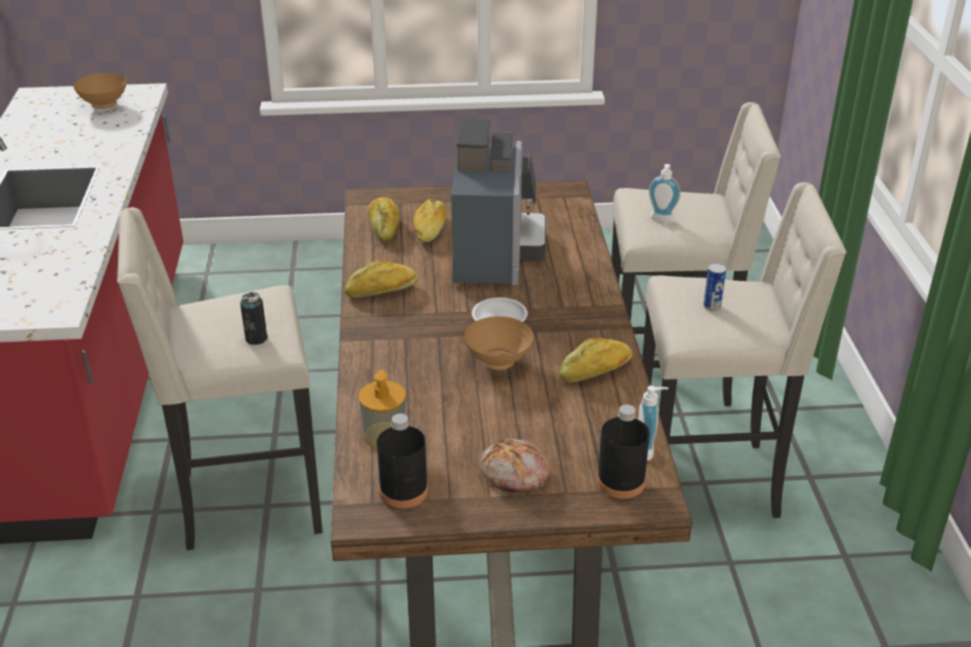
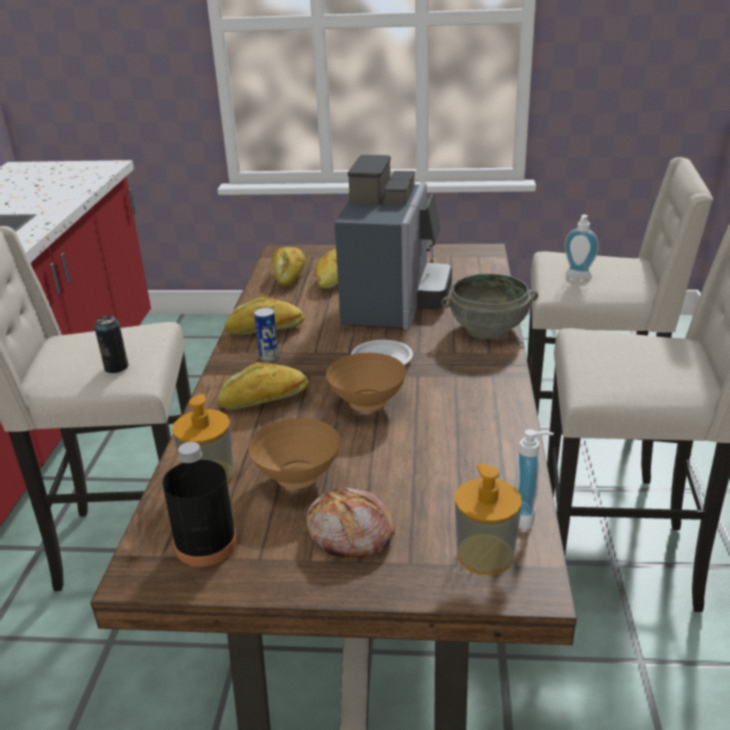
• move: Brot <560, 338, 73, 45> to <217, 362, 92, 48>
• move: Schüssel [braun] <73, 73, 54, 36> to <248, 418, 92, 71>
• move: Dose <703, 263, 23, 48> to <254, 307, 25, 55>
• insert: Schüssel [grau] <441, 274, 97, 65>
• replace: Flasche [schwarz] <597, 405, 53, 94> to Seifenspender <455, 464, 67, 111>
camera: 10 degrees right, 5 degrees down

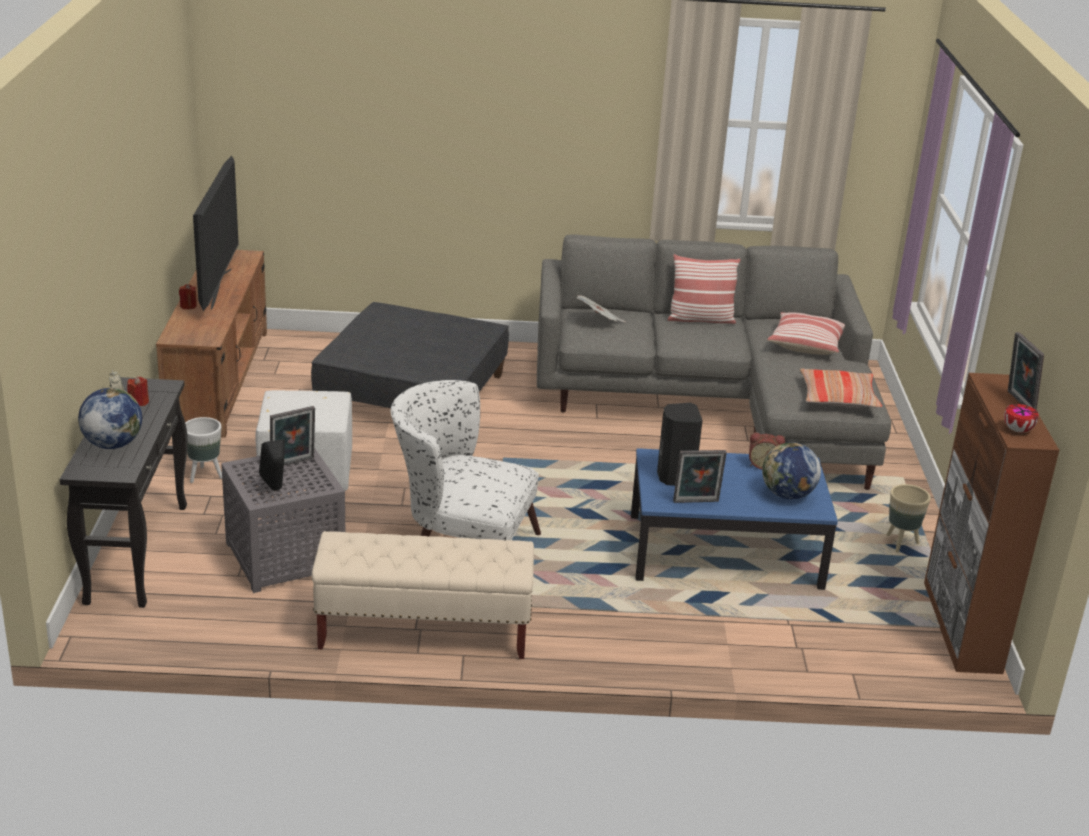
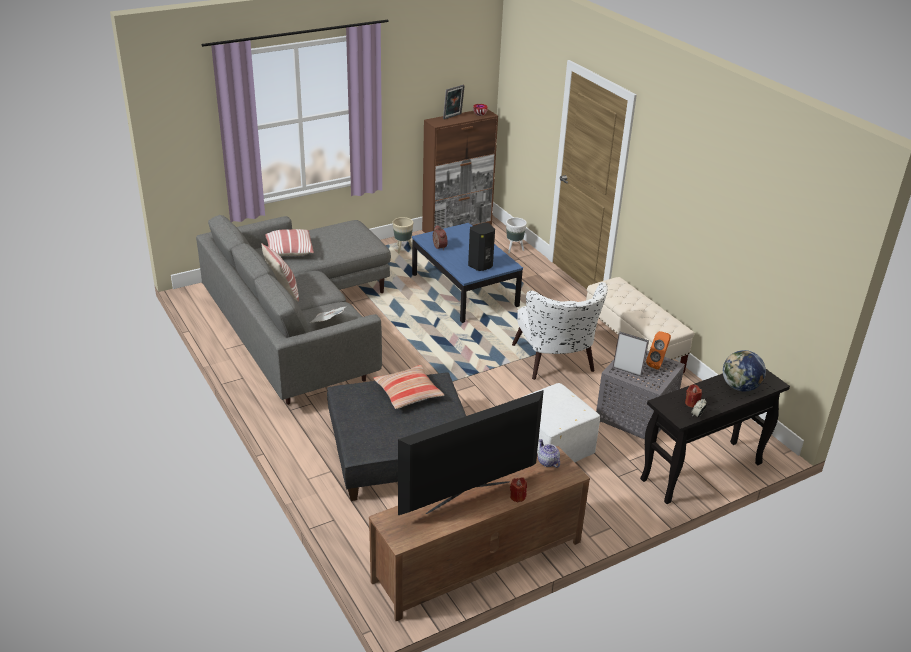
• move: Kissen <800, 368, 82, 40> to <374, 365, 70, 44>
• move: Pflanzkübel [weiß] <185, 417, 37, 66> to <506, 217, 21, 36>
• insert: Teekanne <538, 439, 22, 29>
• recolor: Lautsprecher [schwarz] <259, 439, 26, 52> to Lautsprecher [orange] <646, 331, 25, 39>
• delete: Bilderrahmen <673, 450, 54, 53>
• delete: Globus <762, 442, 59, 57>
camera: 120 degrees left, 5 degrees up

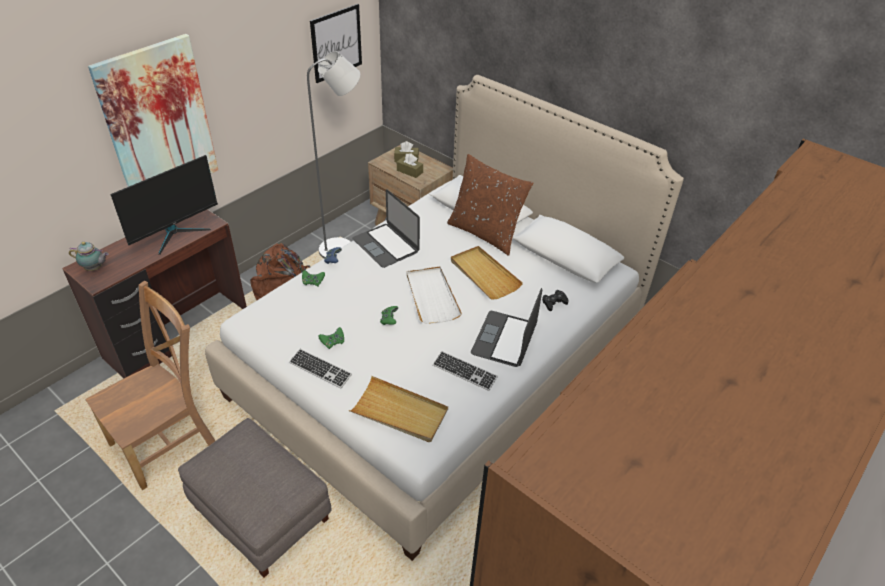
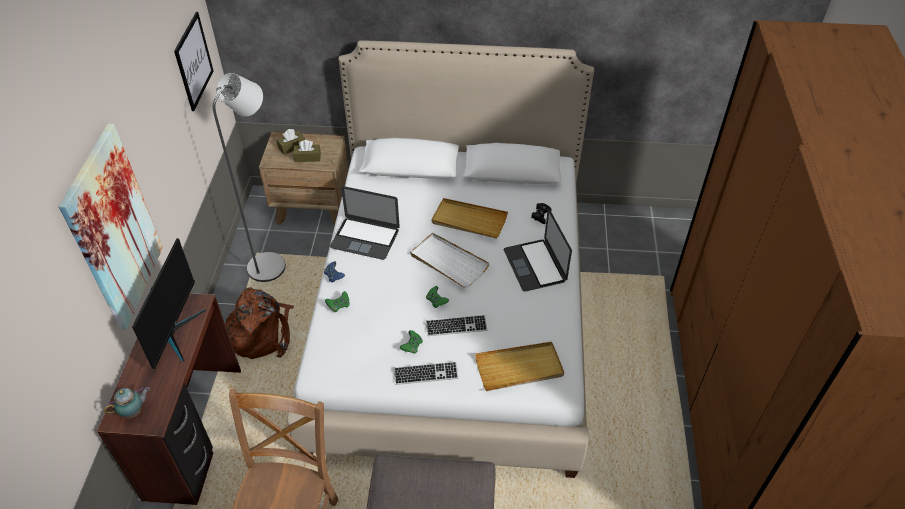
• move: Tastatur <433, 351, 65, 40> to <426, 315, 61, 21>
• delete: Kissen [braun] <447, 154, 86, 102>
camera: 35 degrees left, 5 degrees up

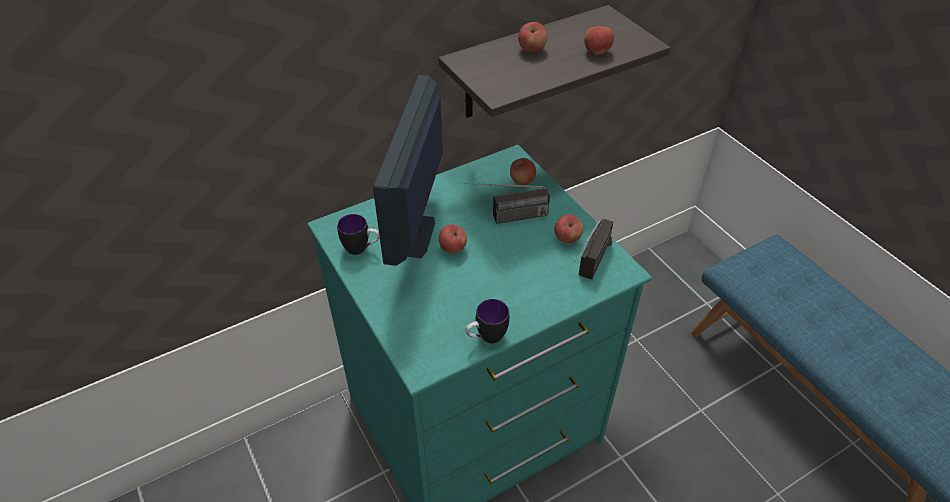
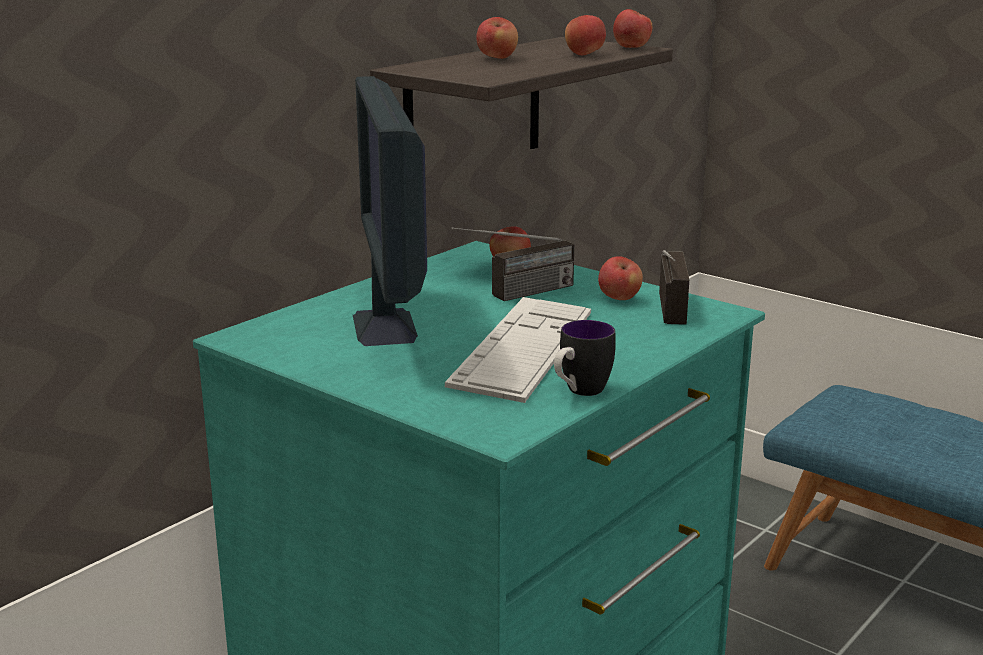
• insert: Tastatur <445, 297, 146, 106>
• move: Apfel <439, 224, 28, 30> to <613, 9, 39, 39>
• delete: Henkelbecher <337, 214, 43, 41>
camera: 20 degrees left, 25 degrees down

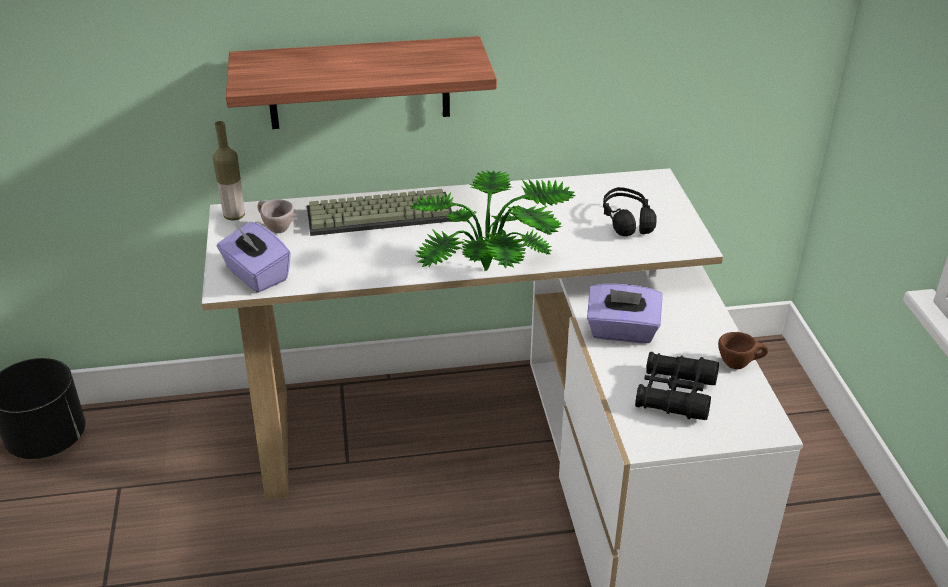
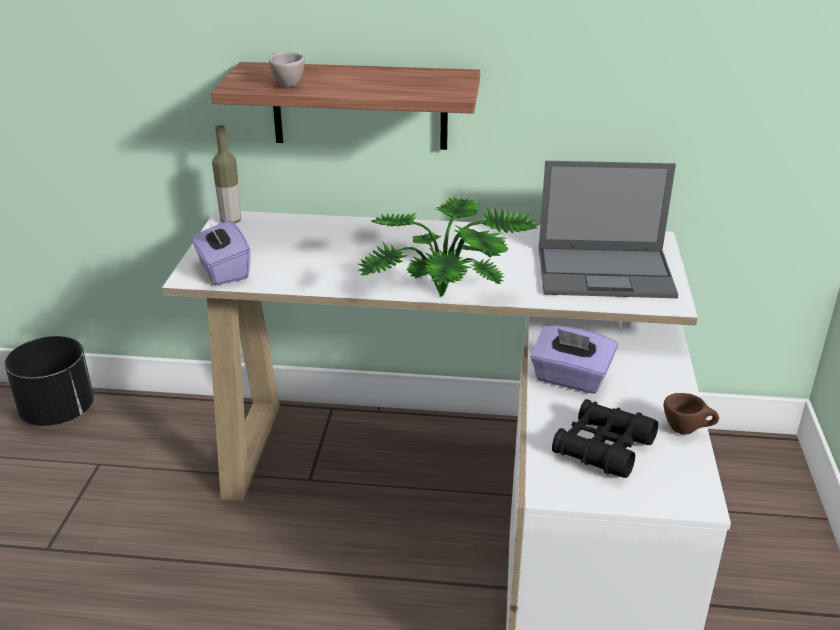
• move: Tasse [beige] <258, 199, 36, 34> to <269, 52, 36, 35>
• replace: Kopfhörer [schwarz] <603, 187, 54, 49> to Laptop <539, 161, 139, 137>
• delete: Tastatur <307, 189, 145, 47>
camera: 15 degrees right, 5 degrees down

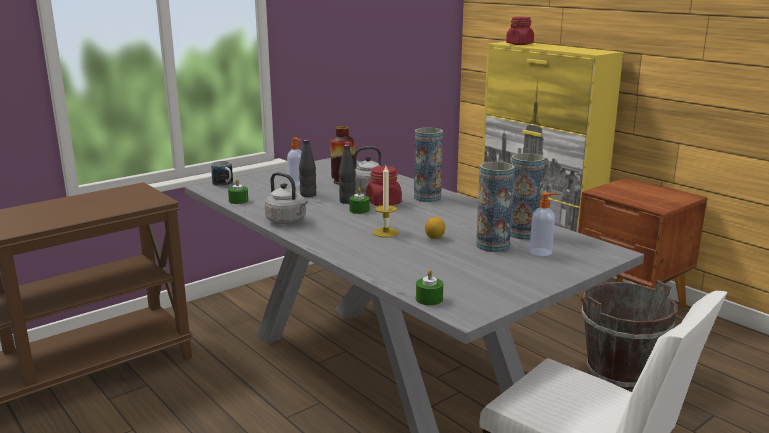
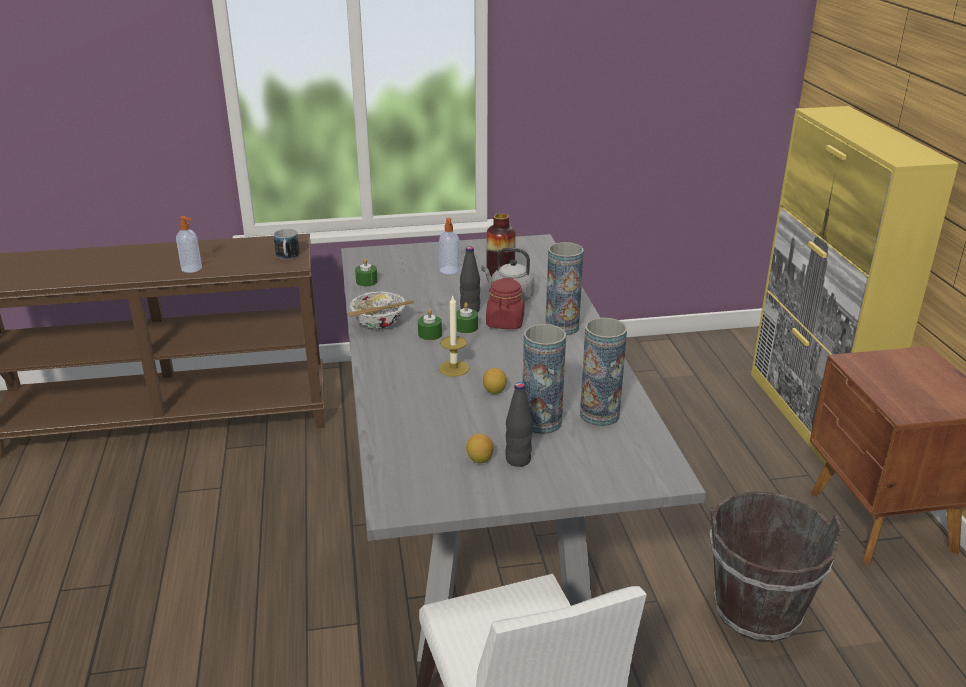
• move: Seifenspender <530, 193, 29, 63> to <176, 216, 26, 57>
• move: Henkelbecher <211, 161, 22, 26> to <274, 229, 26, 31>
• replace: Wasserkessel [grau] <265, 172, 43, 52> to Schüssel <347, 291, 67, 38>
• move: Kerze [grün] <416, 269, 27, 37> to <418, 309, 24, 31>
• insert: Zitrone <466, 433, 27, 30>
• move: Flasche [schwarz] <299, 140, 18, 57> to <505, 382, 27, 85>
• delete: Vorratsglas [rot] <506, 17, 28, 28>
camera: 30 degrees right, 10 degrees up

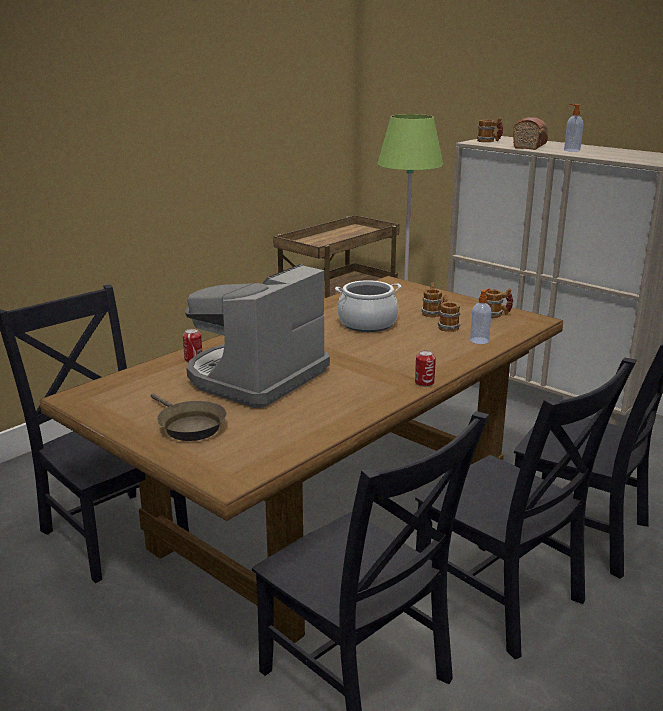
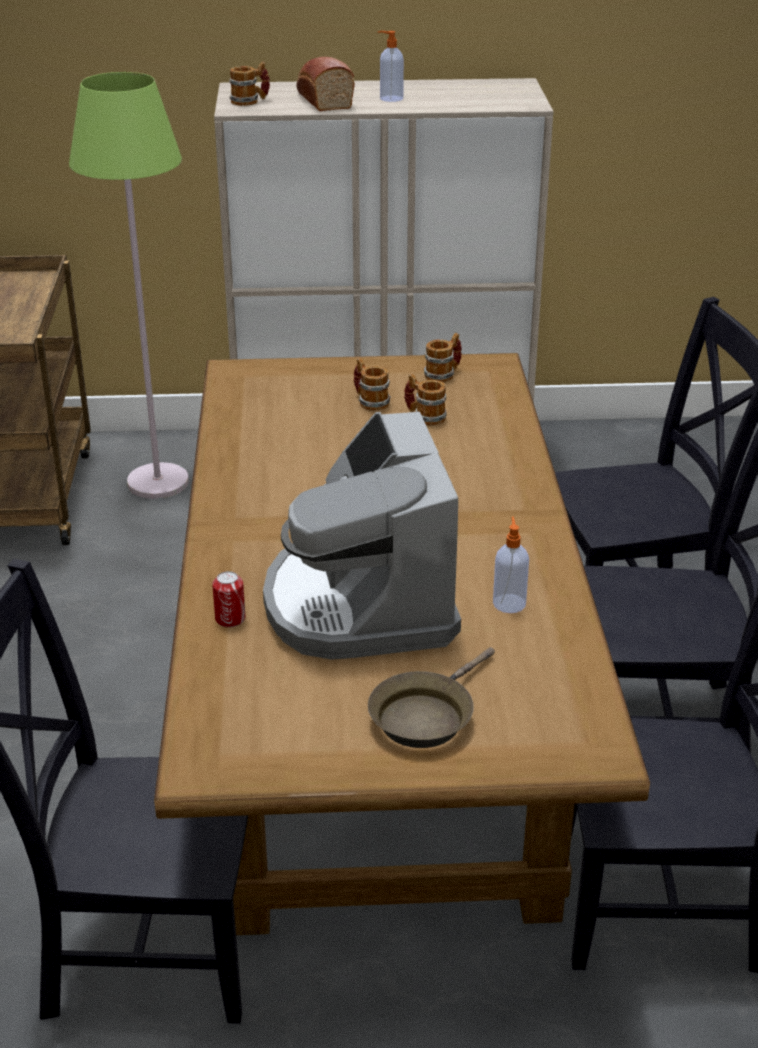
• rotate: Pfanne [braun] <150, 393, 77, 48> = <368, 647, 127, 101> 120 degrees clockwise
• move: Seifenspender <470, 288, 22, 56> to <493, 517, 36, 96>
• delete: Kochtopf <335, 280, 66, 52>
• delete: Dose <415, 350, 21, 37>
camera: 45 degrees left, 10 degrees up

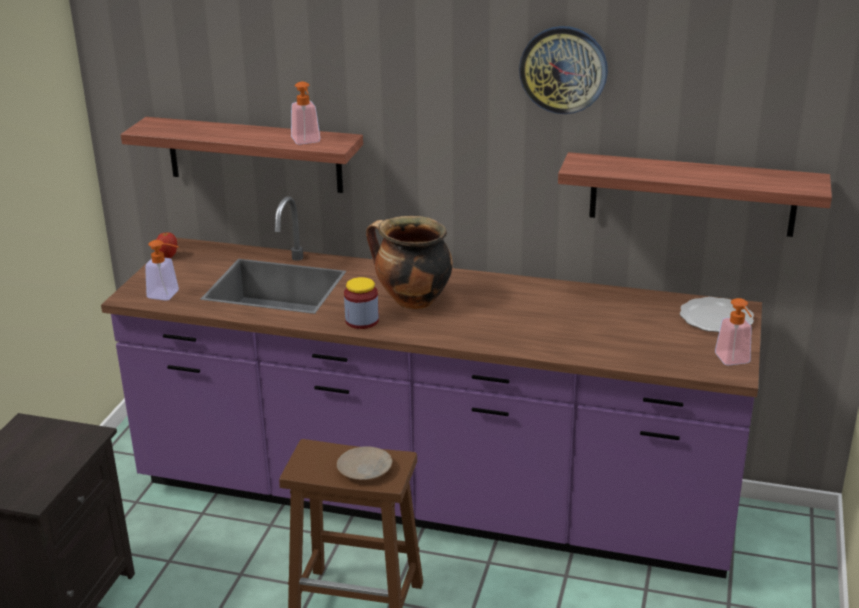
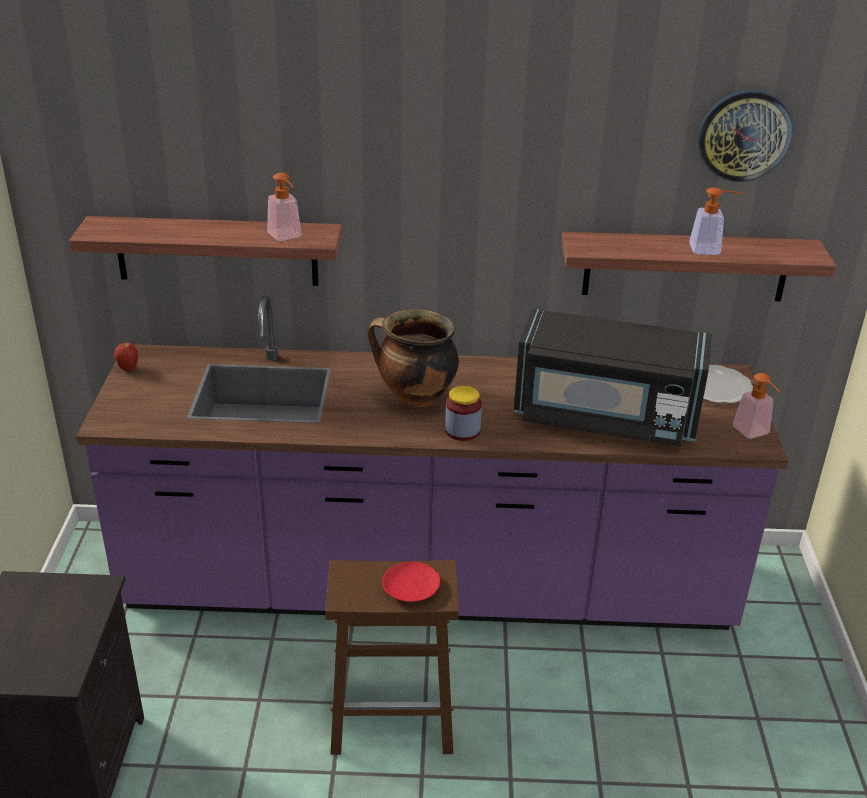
• recolor: Teller [beige] <337, 446, 55, 34> to Teller [rot] <382, 561, 58, 41>
• move: Vorratsglas <344, 277, 35, 52> to <445, 386, 37, 55>
• insert: Mikrowelle [schwarz] <514, 309, 198, 138>
• move: Seifenspender <145, 240, 34, 61> to <689, 187, 53, 68>
• move: Wanduhr <519, 26, 89, 88> to <698, 90, 95, 92>
camera: 15 degrees left, 5 degrees up

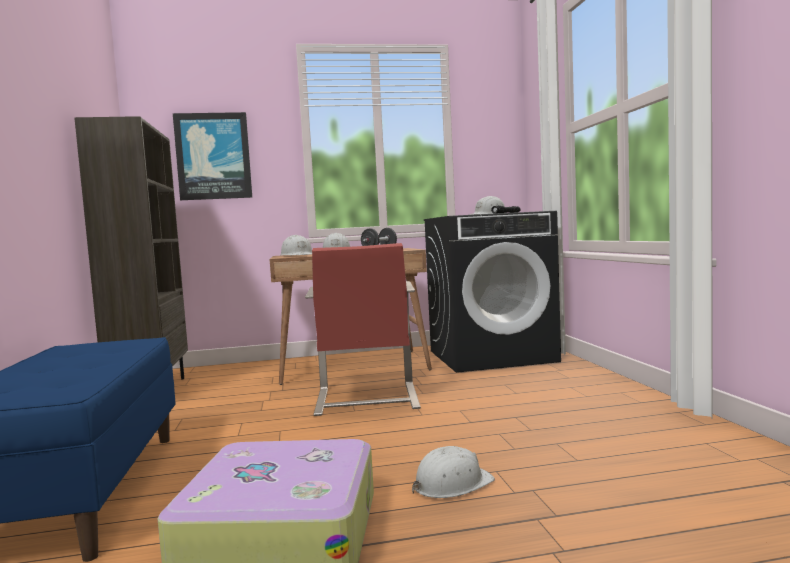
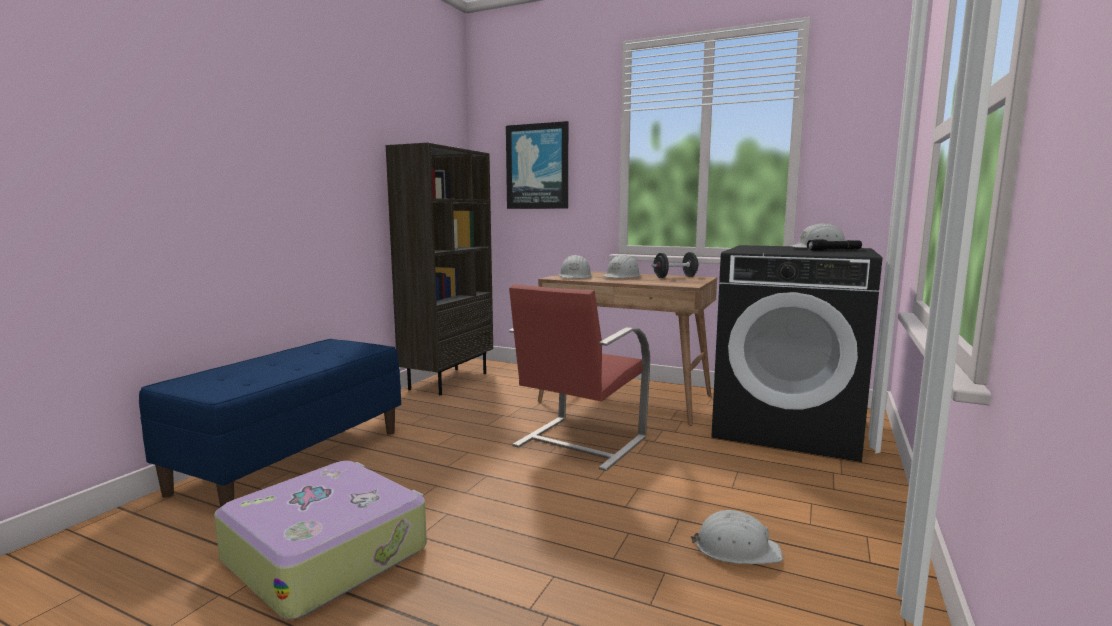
• move: Schutzhelm [weiß] <412, 446, 83, 52> to <691, 510, 92, 54>
camera: 35 degrees right, 5 degrees up

